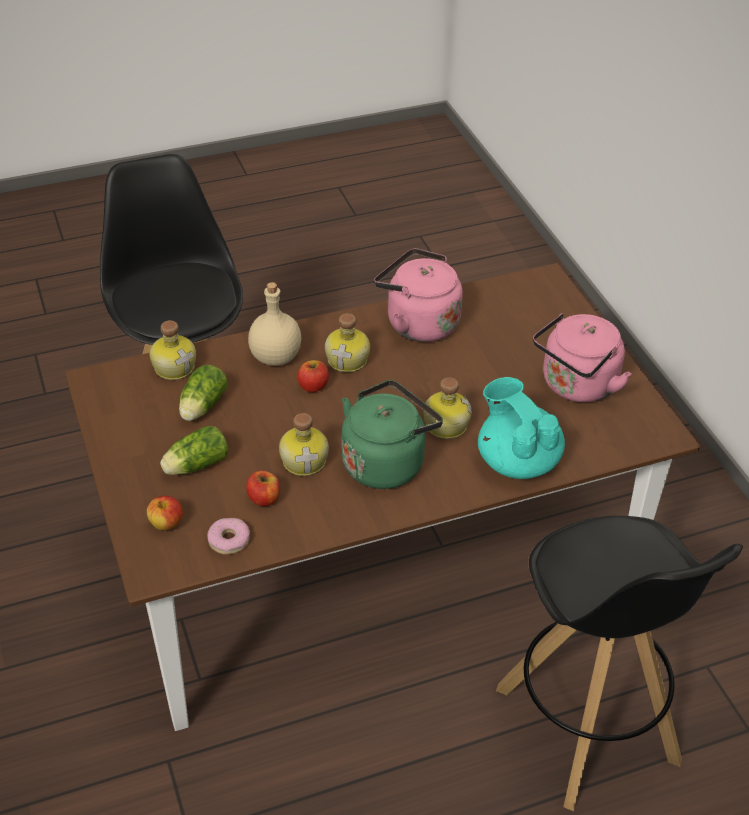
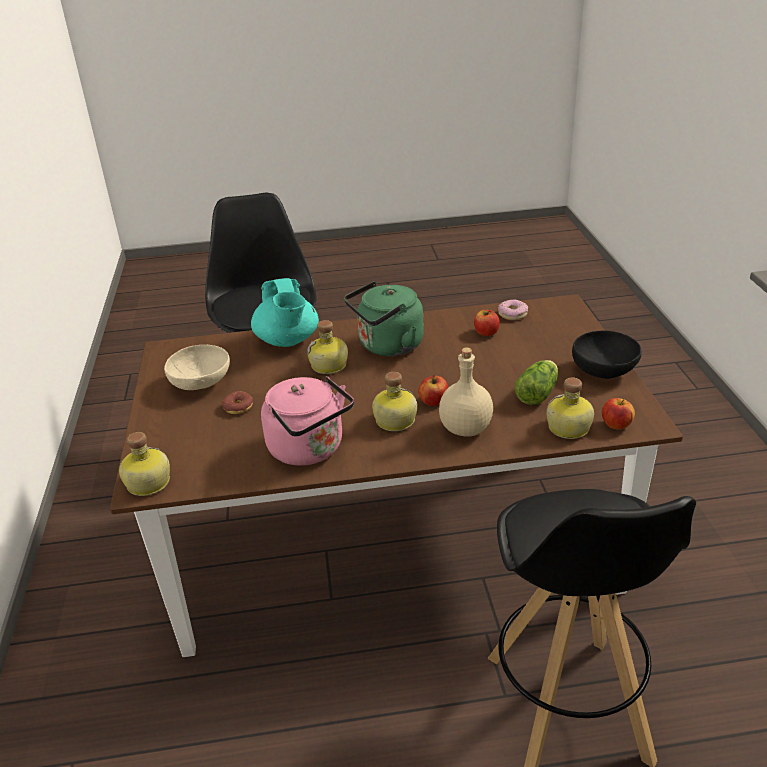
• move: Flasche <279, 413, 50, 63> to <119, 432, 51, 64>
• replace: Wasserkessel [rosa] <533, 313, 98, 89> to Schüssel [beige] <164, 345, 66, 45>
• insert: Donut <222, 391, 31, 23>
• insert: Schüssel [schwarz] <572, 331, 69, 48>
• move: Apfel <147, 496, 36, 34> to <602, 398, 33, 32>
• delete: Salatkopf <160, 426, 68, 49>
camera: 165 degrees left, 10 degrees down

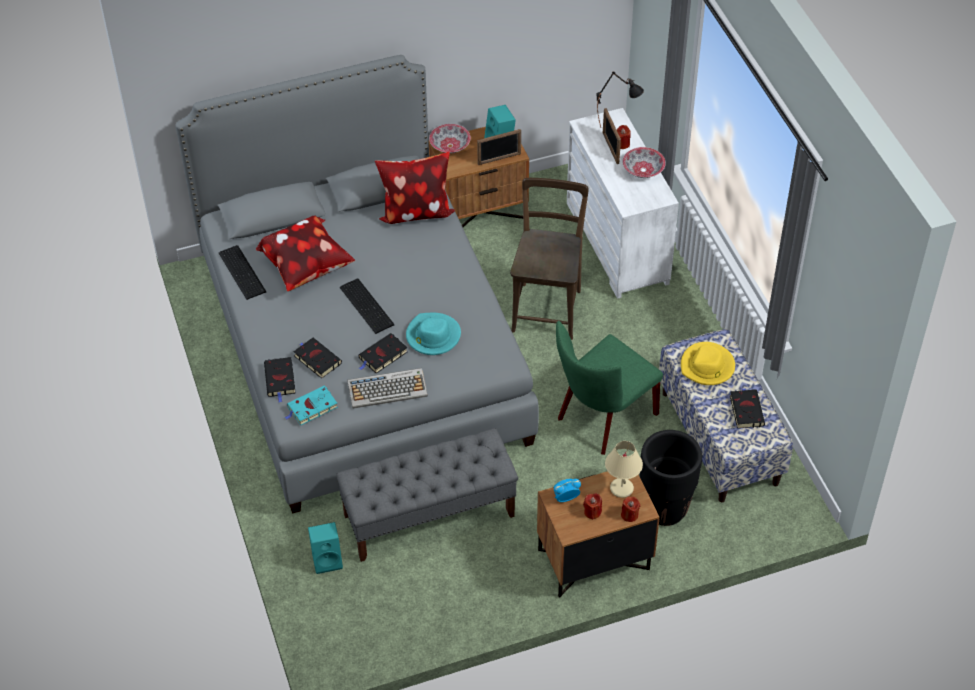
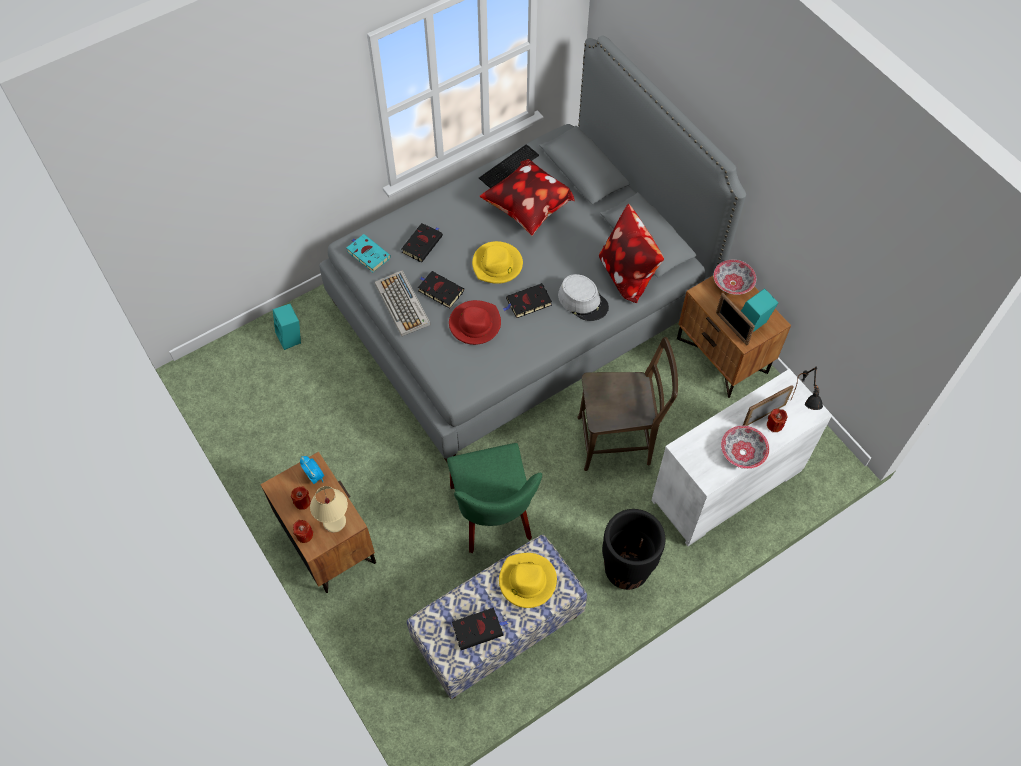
• rotate: Stuhl [grün] <556, 321, 107, 134> = <447, 443, 95, 110> 135 degrees counterclockwise
• recolor: Hut [türkis] <406, 313, 55, 42> to Hut [rot] <449, 300, 52, 45>
• replace: Tastatur <340, 279, 55, 55> to Hut [gelb] <472, 241, 51, 43>
• move: Buch [schwarz] <264, 357, 31, 45> to <503, 283, 49, 35>
• insert: Hut [grau] <558, 274, 51, 47>
• move: Pflanzkübel [schwarz] <640, 430, 62, 96> to <602, 509, 63, 81>
• delete: Bank [grau] <336, 428, 182, 134>
camera: 75 degrees right, 10 degrees up

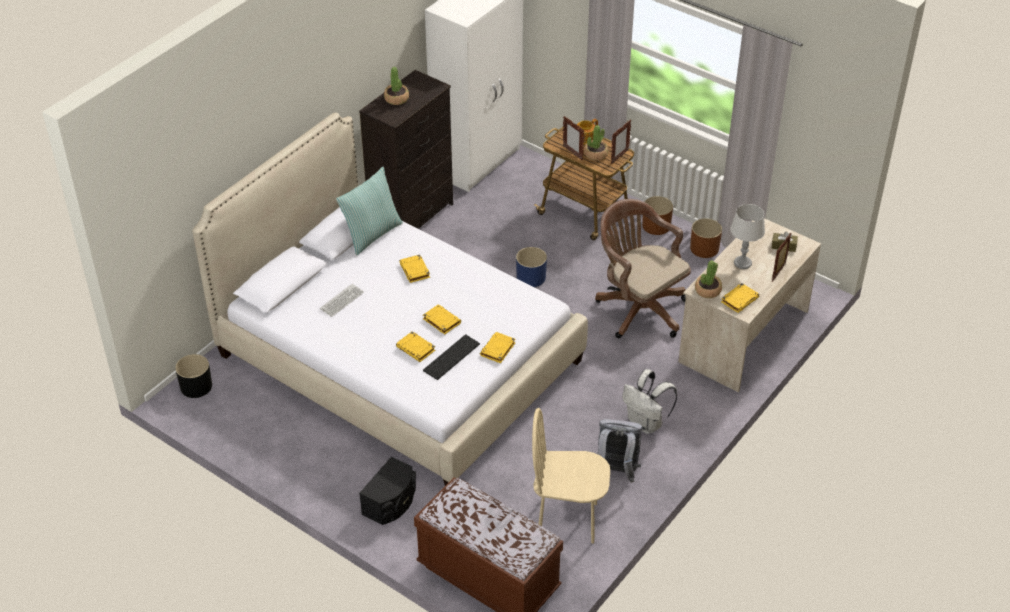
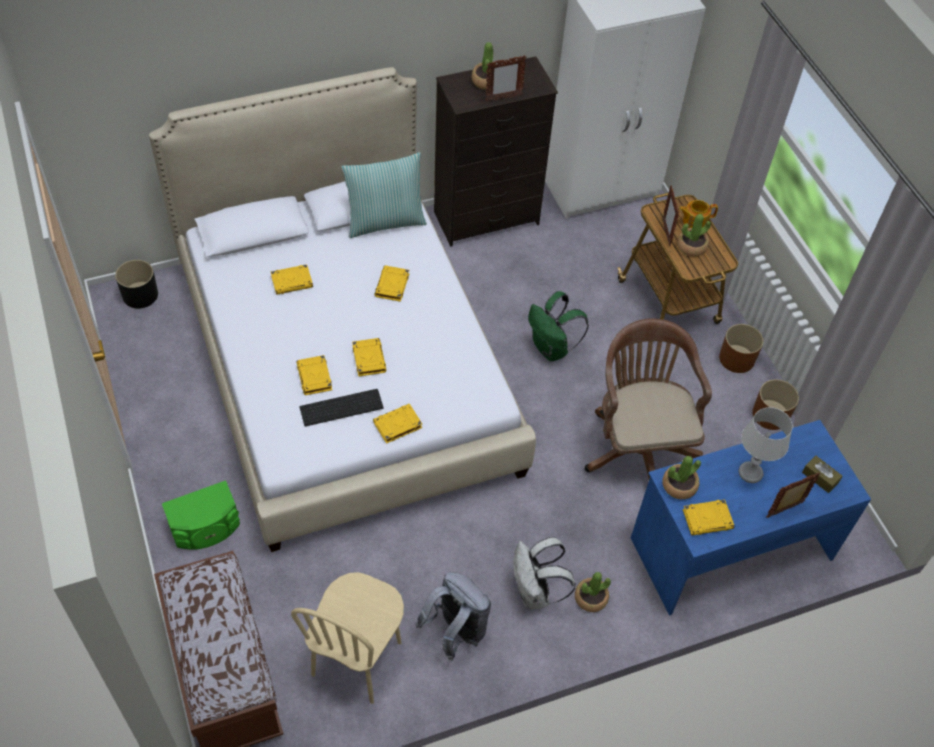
• recolor: Lautsprecher [schwarz] <359, 456, 57, 69> to Lautsprecher [grün] <162, 480, 78, 70>
• replace: Tastatur <320, 284, 44, 33> to Buch [gelb] <271, 264, 42, 31>
• rotate: Stuhl [beige] <532, 408, 78, 136> = <291, 572, 113, 132> 105 degrees counterclockwise
• move: Bilderrahmen <611, 120, 20, 44> to <485, 55, 42, 47>
• replace: Pflanzkübel [blau] <516, 247, 31, 40> to Rucksack [grün] <528, 291, 61, 70>
• insert: Topfpflanze <575, 572, 36, 40>
• recolor: Schreibtisch [beige] <678, 218, 143, 174> to Schreibtisch [blau] <631, 420, 240, 195>
camera: 30 degrees right, 10 degrees up

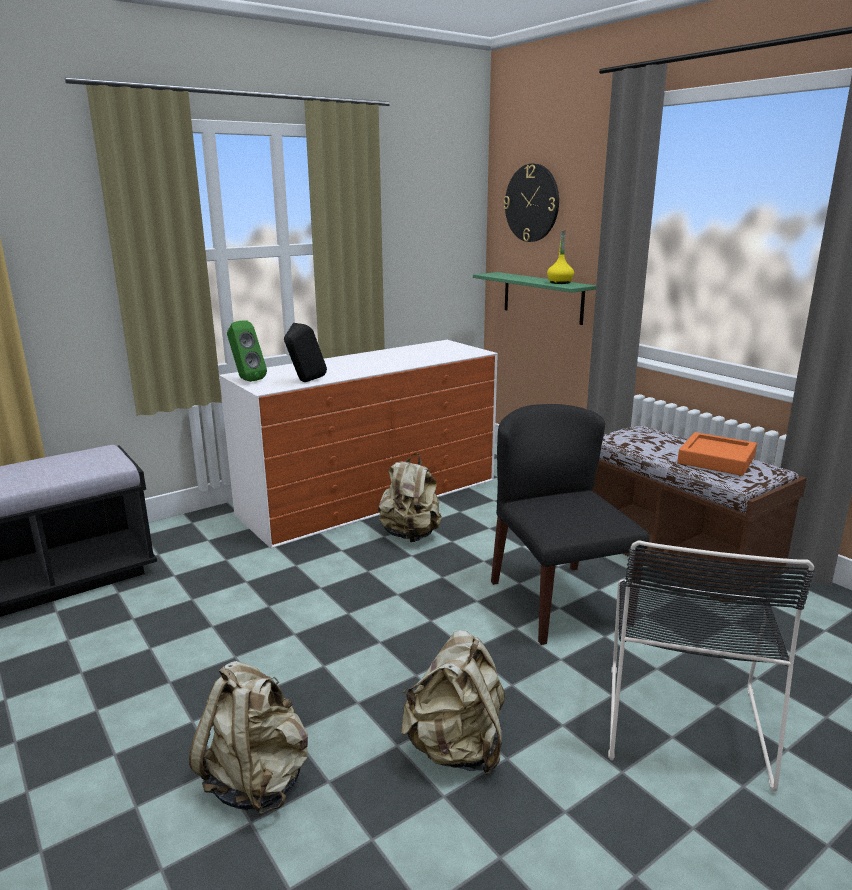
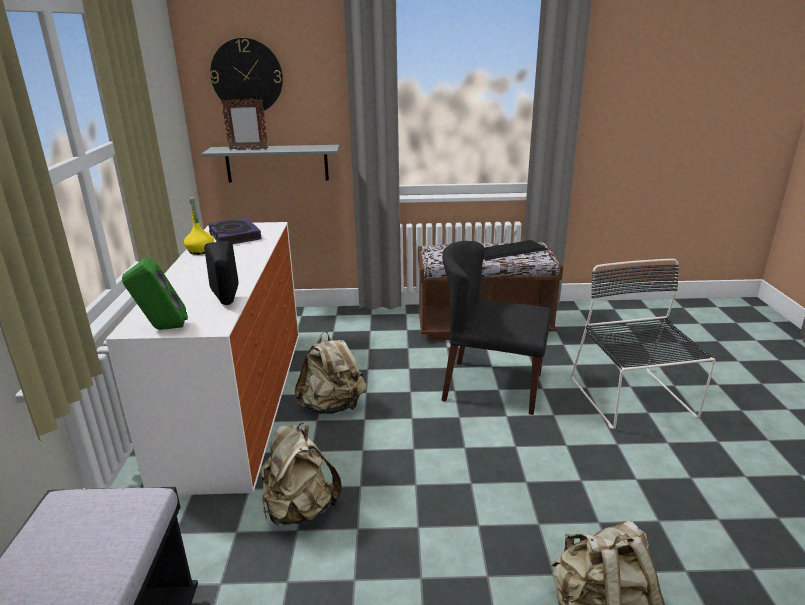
• move: Flasche [gelb] <547, 230, 27, 54> to <184, 197, 30, 58>
• recolor: Wandregal [grün] <473, 272, 123, 53> to Wandregal [grau] <202, 145, 138, 37>
• insert: Buch <208, 217, 53, 27>
• insert: Bilderrahmen <221, 98, 47, 52>
• move: Rucksack [beige] <401, 630, 104, 145> to <260, 423, 82, 103>
• replace: Tablett [orange] <677, 432, 80, 44> to Tastatur <484, 240, 64, 20>
• rotate: Stuhl [schwarz] <608, 540, 207, 252> = <571, 259, 145, 170> 150 degrees counterclockwise
camera: 55 degrees left, 5 degrees up

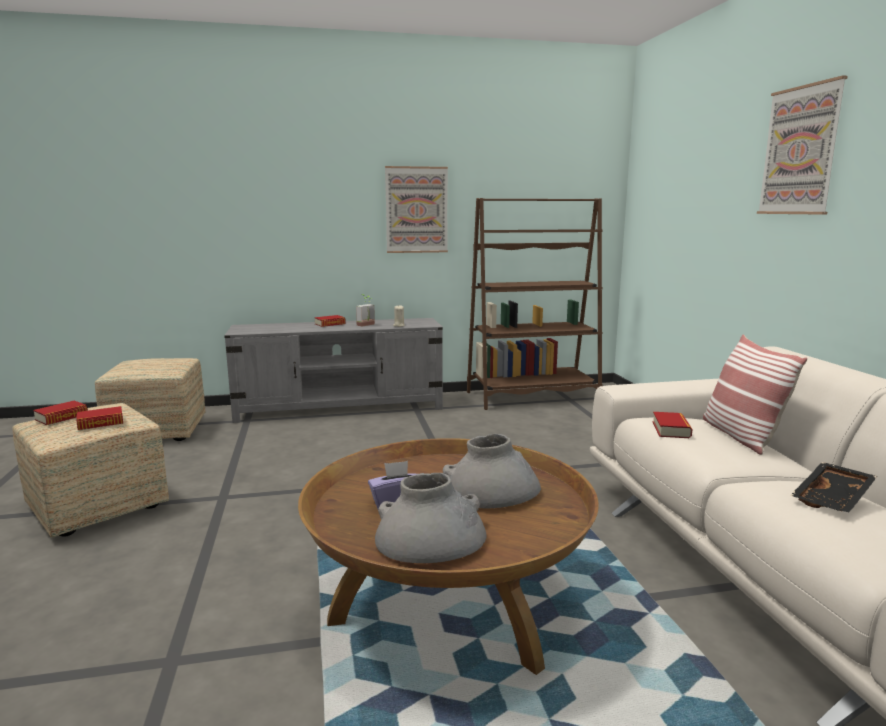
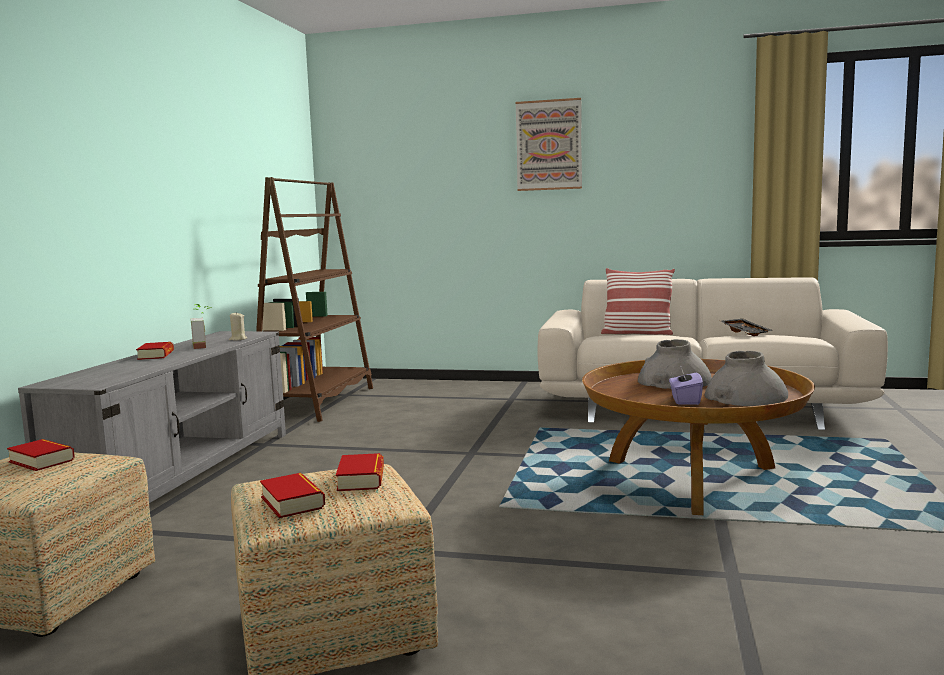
• move: Buch <653, 412, 39, 26> to <7, 439, 68, 32>
• delete: Bild <385, 166, 63, 87>
camera: 65 degrees left, 5 degrees down

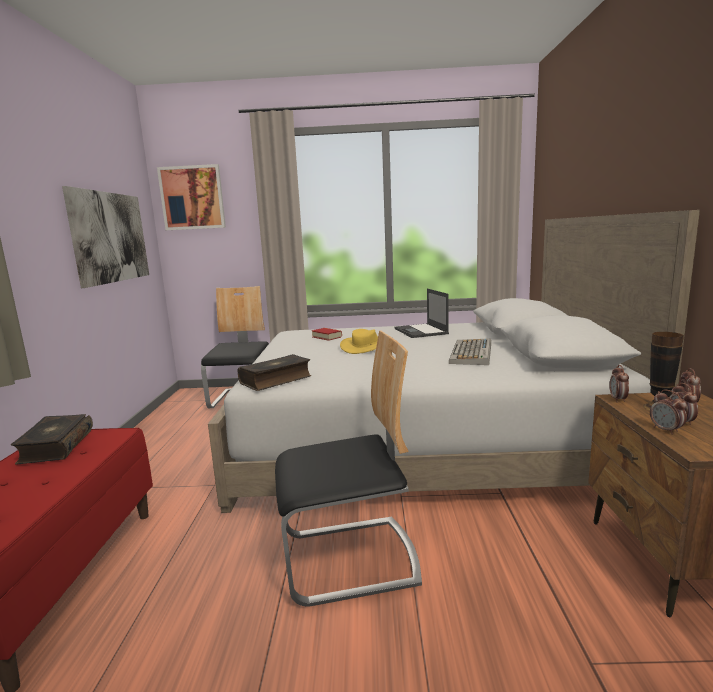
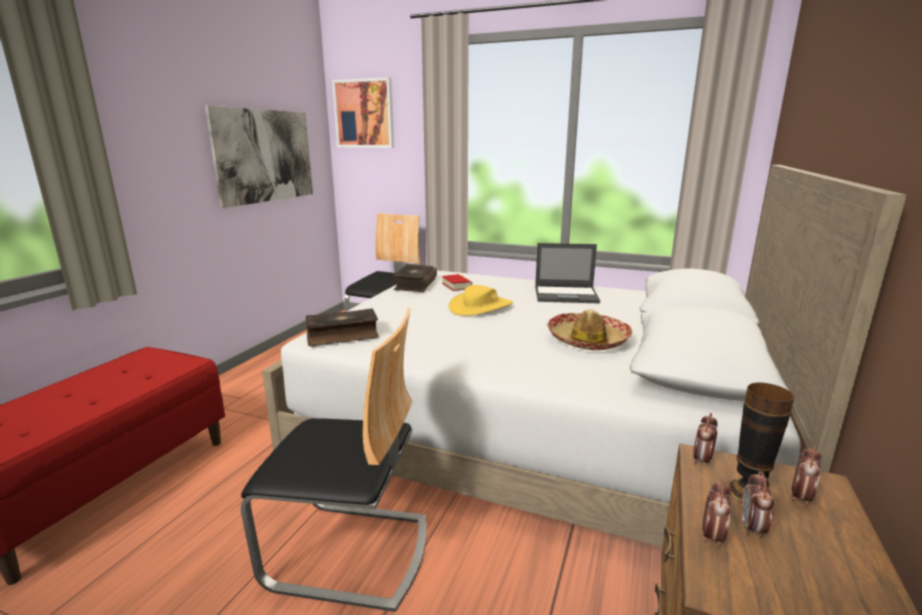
• move: Buch <11, 414, 82, 50> to <393, 264, 44, 28>
• rotate: Laptop <395, 289, 54, 49> = <535, 243, 65, 60> 90 degrees counterclockwise
• replace: Tastatur <449, 338, 42, 27> to Hut <547, 309, 86, 41>
• rotate: Wecker <650, 390, 37, 45> = <702, 479, 30, 70> 150 degrees counterclockwise
camera: 20 degrees right, 5 degrees up

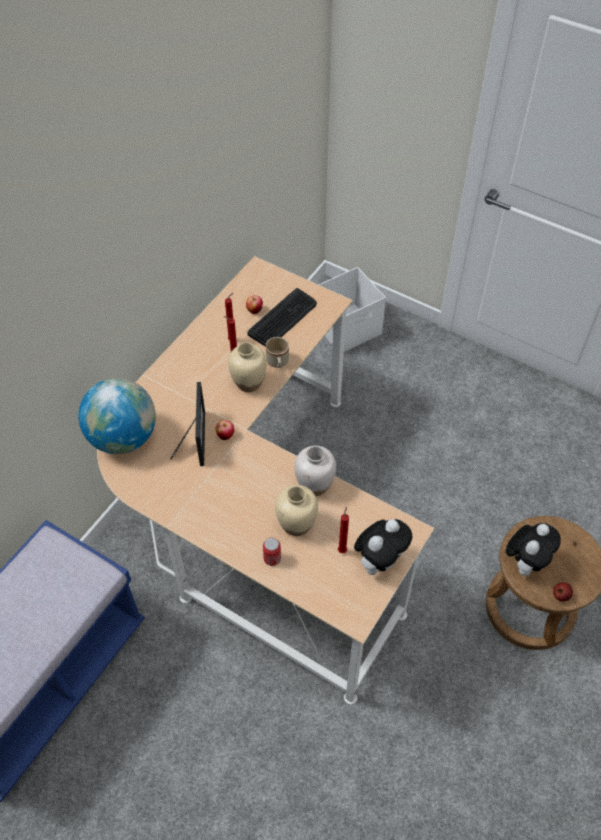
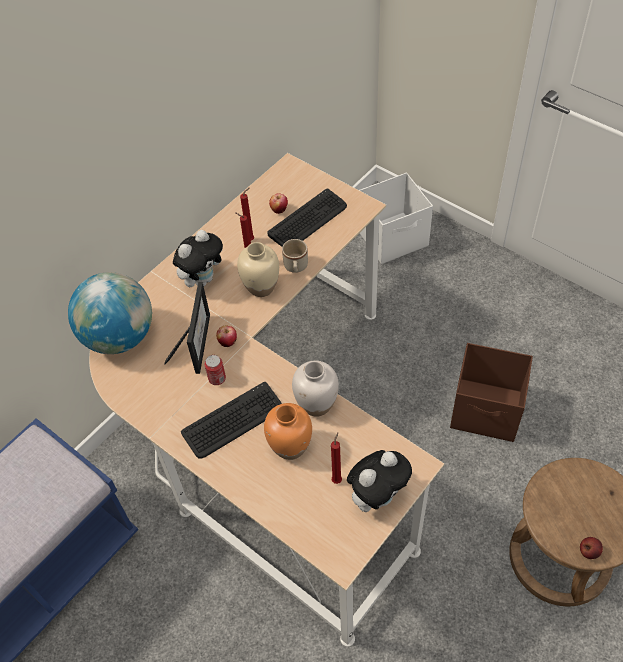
• move: Plüschtier <506, 523, 55, 53> to <173, 230, 50, 57>
• insert: Tastatur <181, 382, 101, 77>
• move: Dose <263, 538, 18, 28> to <204, 355, 22, 30>
• recolor: Vase [beige] <275, 485, 43, 51> to Vase [orange] <264, 403, 48, 57>
• insert: Aufbewahrungsbox [braun] <450, 343, 83, 99>
camera: 10 degrees right, 0 degrees up

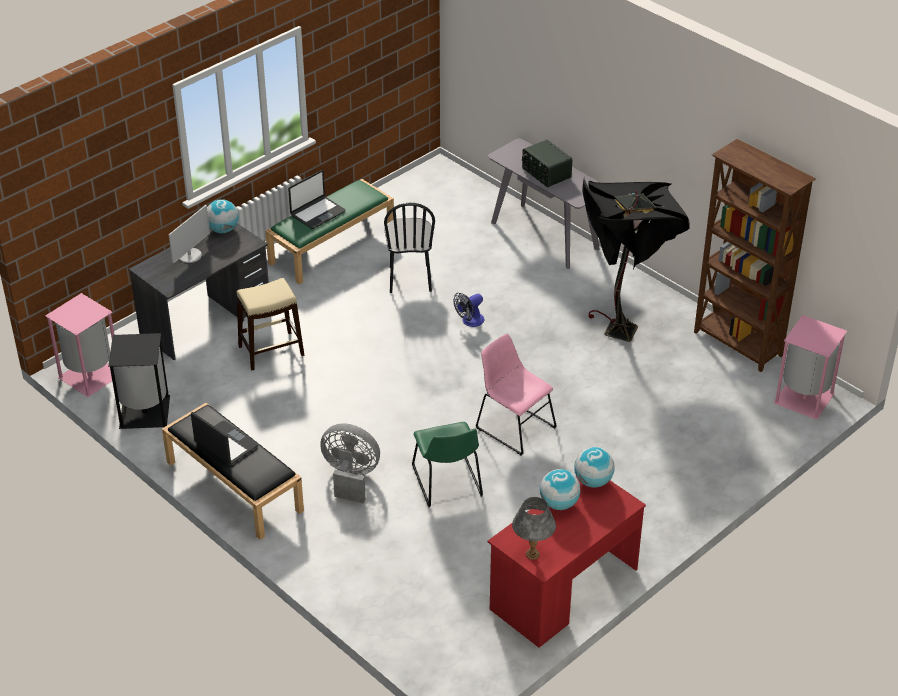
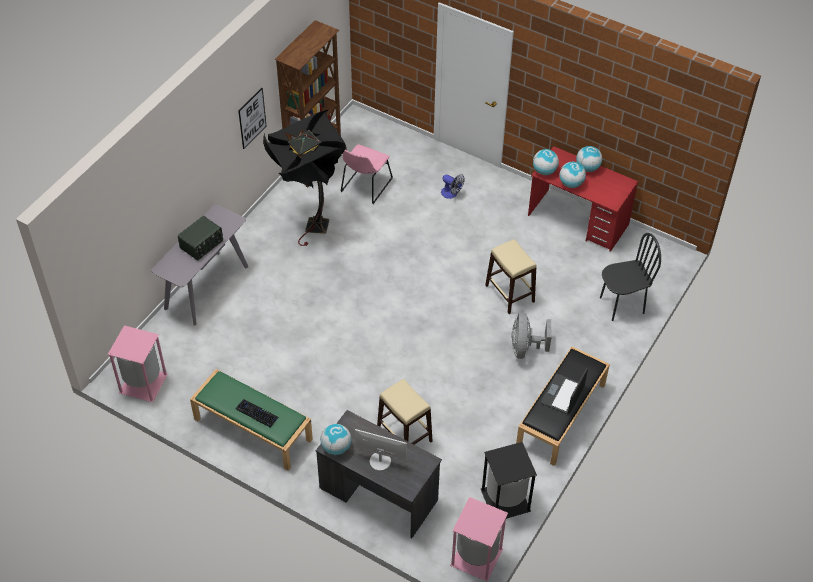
• move: Mülleimer [rosa] <773, 315, 74, 105> to <108, 325, 60, 77>
• replace: Laptop <288, 170, 58, 59> to Tastatur <236, 399, 43, 29>
• insert: Bild <238, 88, 29, 61>
• move: Stuhl [rosa] <476, 334, 81, 122> to <341, 144, 52, 60>
• move: Ventilator <453, 293, 31, 34> to <441, 174, 24, 25>
• replace: Stuhl [grün] <412, 422, 71, 85> to Hocker [beige] <485, 239, 52, 75>
• insert: Globus <576, 146, 26, 26>
• move: Stuhl [schwarz] <384, 203, 51, 90> to <600, 233, 61, 88>
• delete: Tischlampe [grau] <512, 497, 44, 63>
camera: 105 degrees left, 10 degrees up

